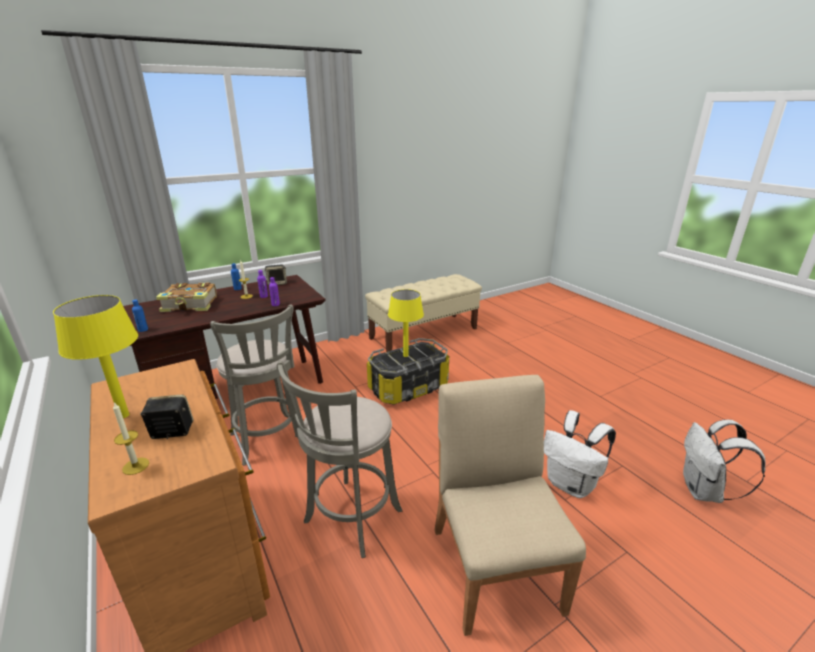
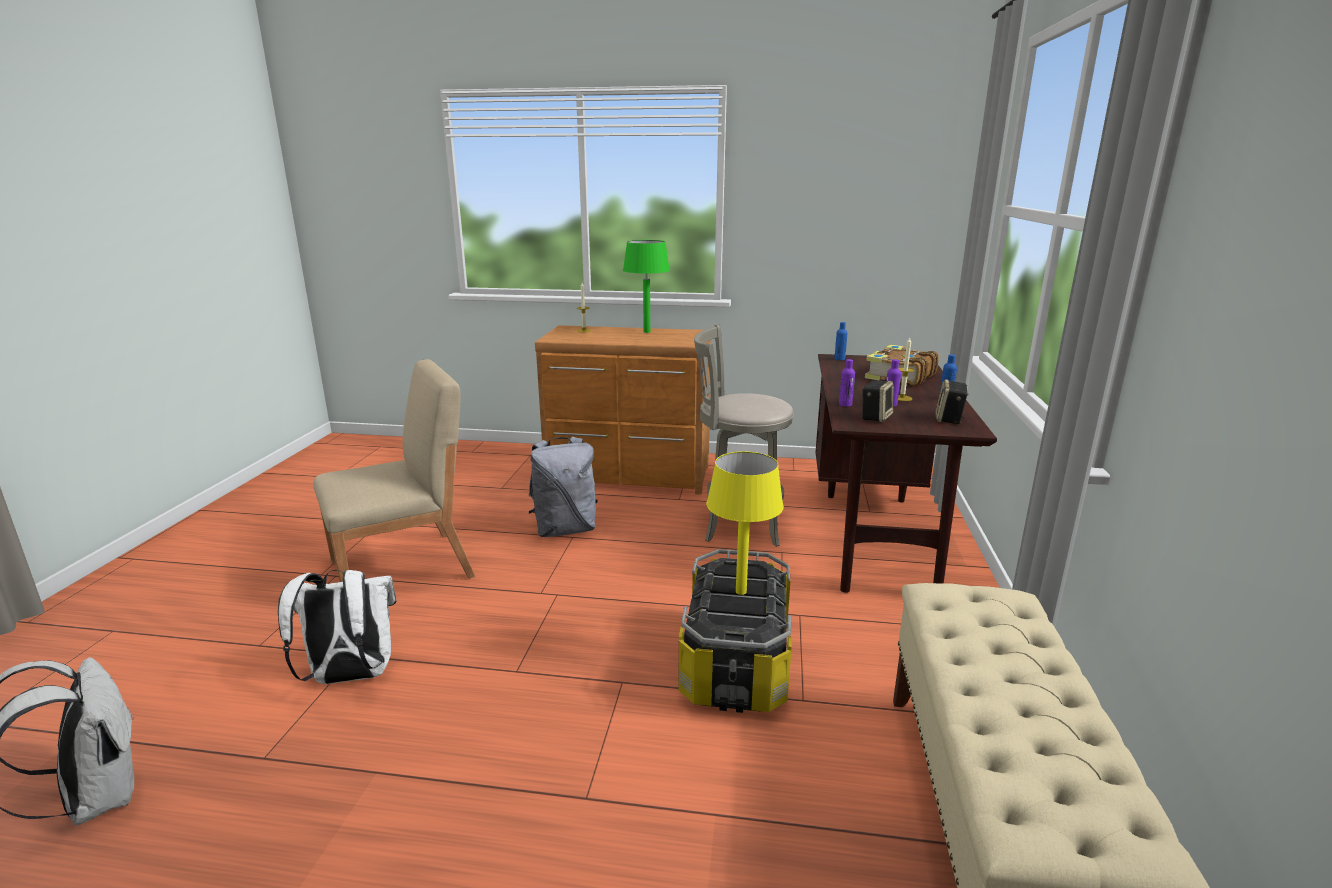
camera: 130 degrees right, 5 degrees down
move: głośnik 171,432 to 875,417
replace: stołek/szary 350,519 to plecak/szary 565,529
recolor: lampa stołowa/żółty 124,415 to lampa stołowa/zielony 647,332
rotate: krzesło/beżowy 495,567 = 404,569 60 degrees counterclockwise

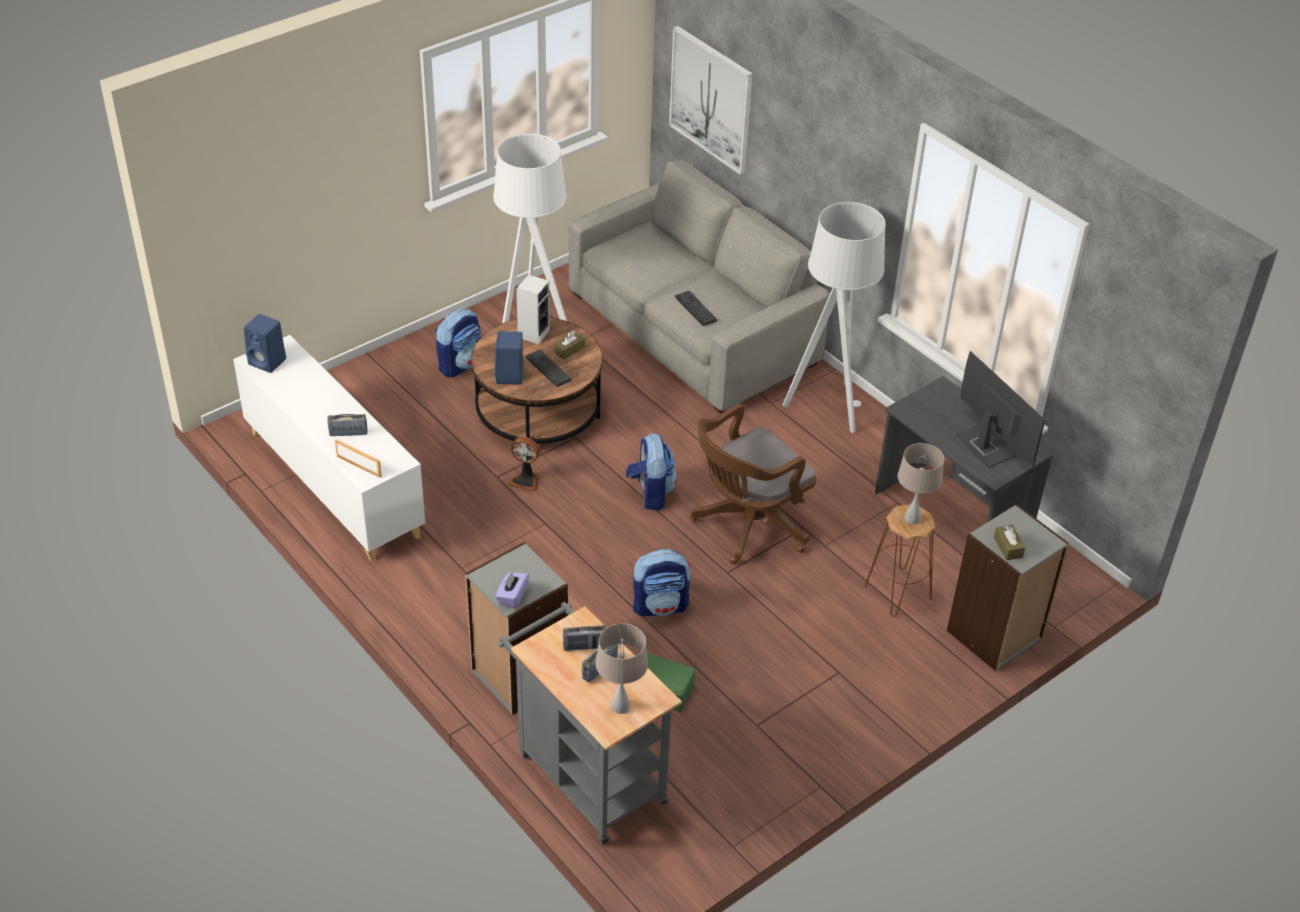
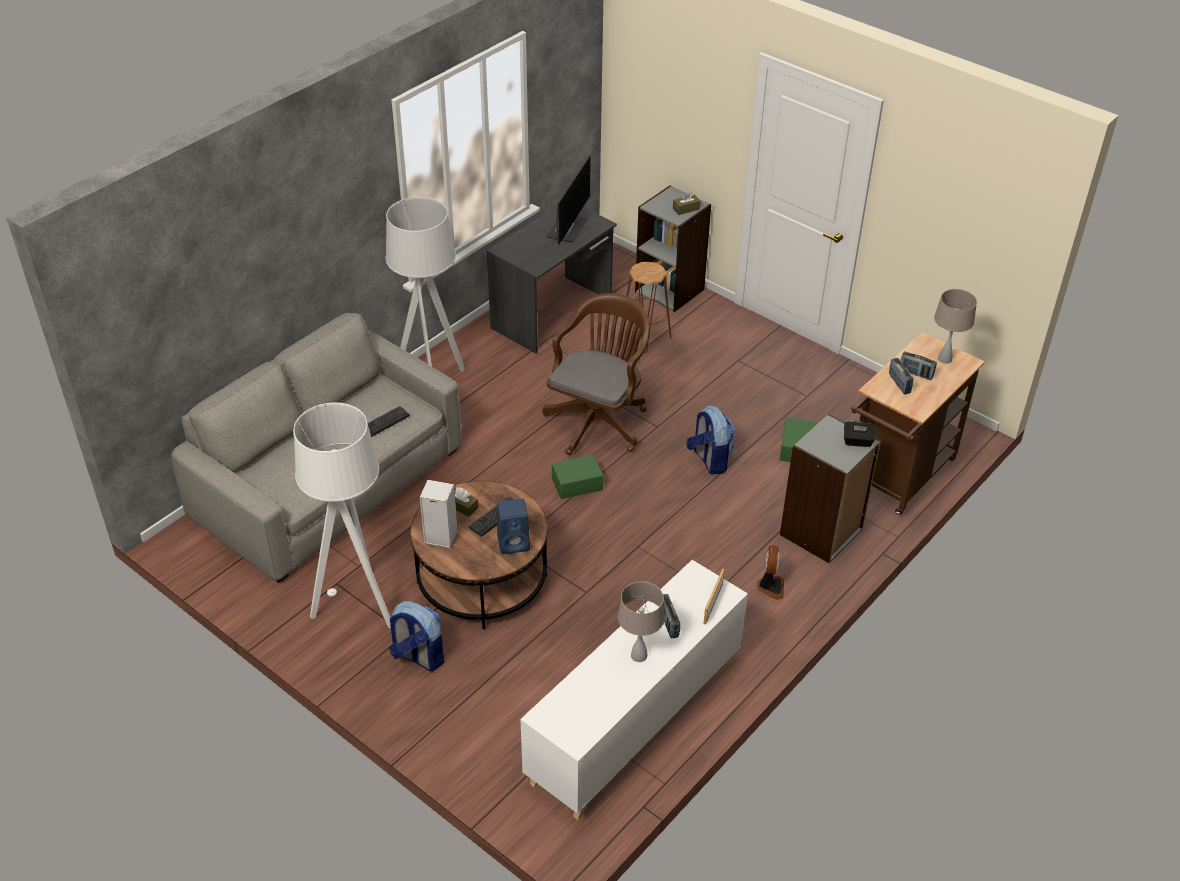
camera: 100 degrees left, 0 degrees up
delete: obraz 711,99; głośnik/niebieski 268,362
move: wentylator 525,480 to 770,587; lampa stołowa/beżowy 912,519 to 639,655
replace: plecak 651,493 to pojemnik do przechowywania/zielony 576,483
recolor: pudełko chusteczek/fioletowy 512,596 to pudełko chusteczek/czarny 857,441; wózek/szary 586,774 to wózek/brązowy 896,478
rotate: monitor 984,445 = 567,228 150 degrees clockwise; krzesło biurowe/brązowy 747,526 = 598,420 105 degrees counterclockwise

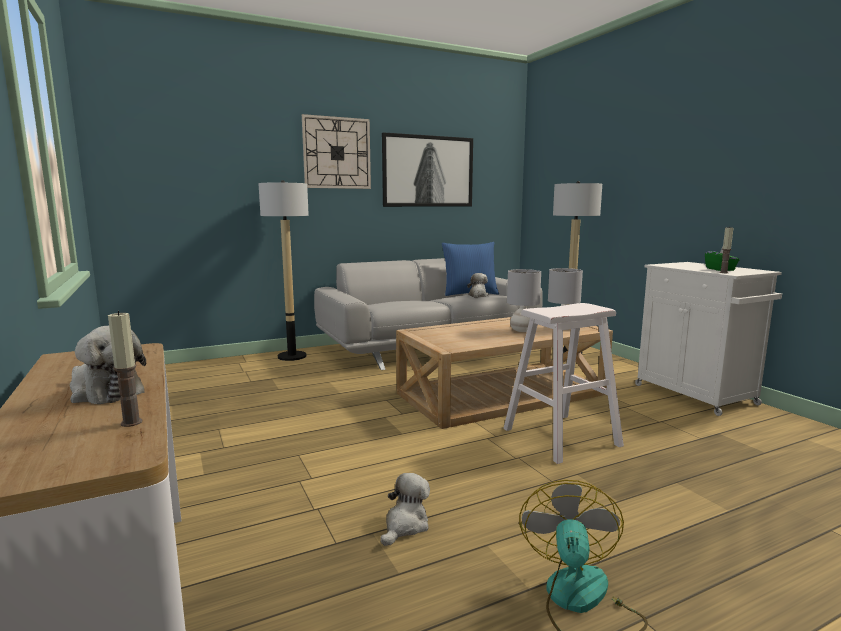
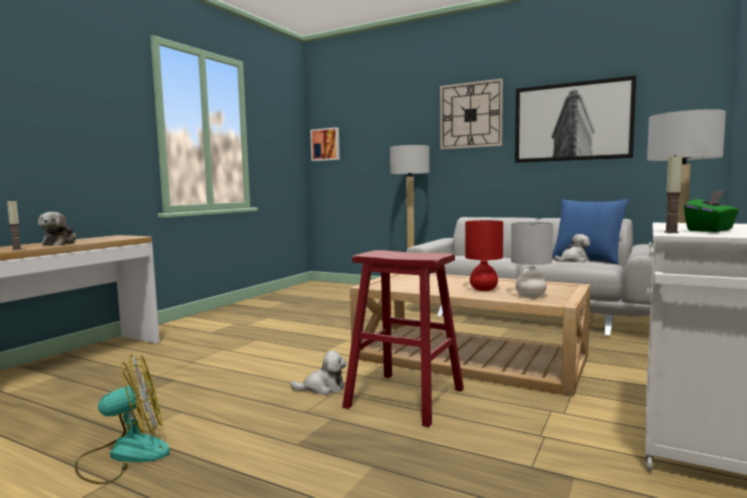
camera: 55 degrees right, 5 degrees down
insert: obraz 326,144
move: pluszak 405,525 to 323,388
recolor: lampa stołowa/szary 521,330 to lampa stołowa/czerwony 483,289; stołek/biały 561,437 to stołek/czerwony 405,398

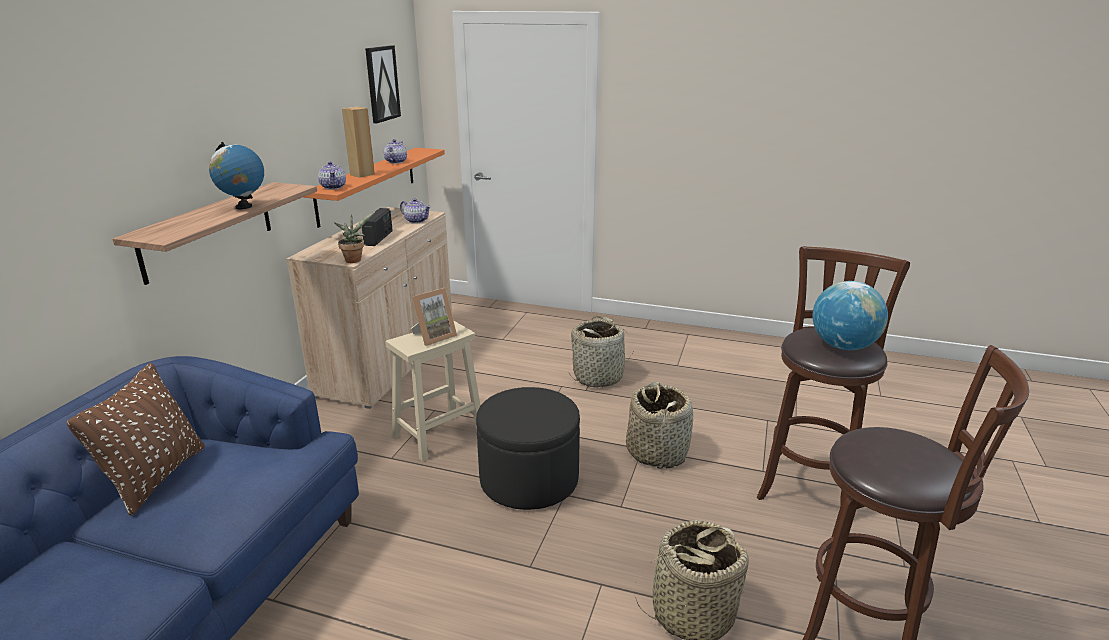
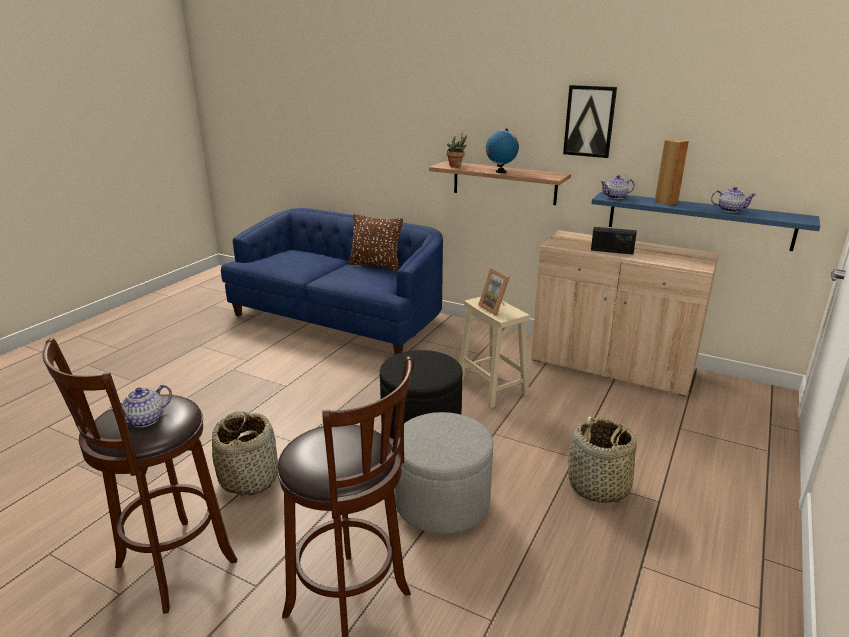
camera: 100 degrees right, 0 degrees up
delete: globus 843,346
move: obraz 382,83 to 589,121; imbryk 416,221 to 146,420; roślina doniczkowa 355,259 to 456,166
replace: koszyk 657,452 to pufa/szary 442,502
recolor: półka/pomarańczowy 367,184 to półka/niebieski 698,220

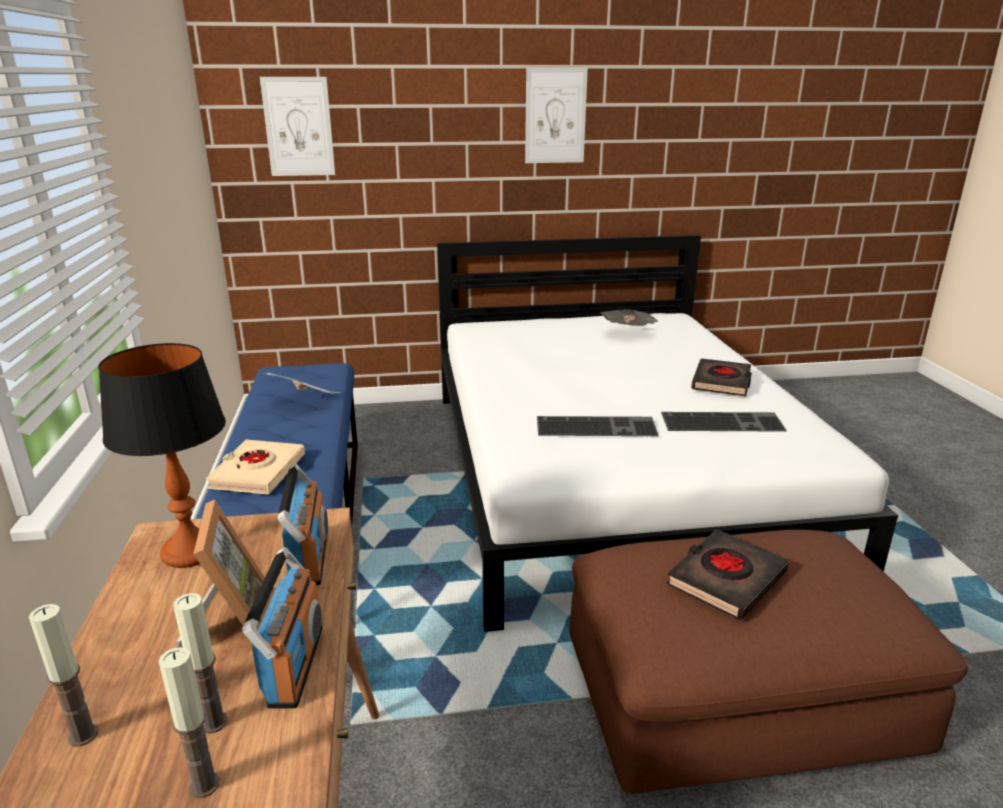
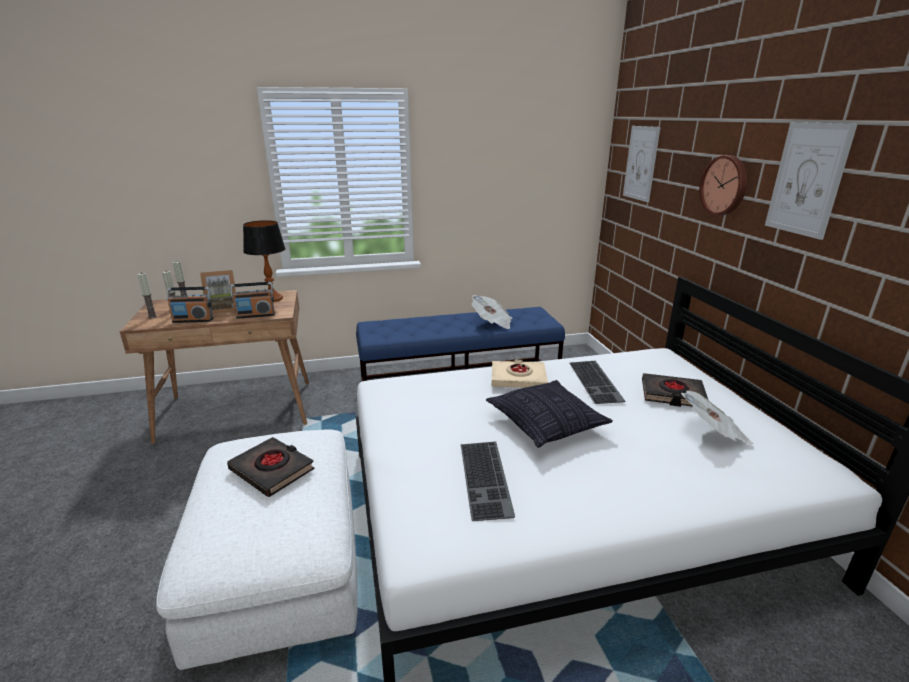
camera: 85 degrees right, 0 degrees up
insert: zegar ścienny 725,185; poduszka 546,424
move: książka/czarny 722,382 to 672,394; klawiatura 597,426 to 596,381; książka/beżowy 257,472 to 518,378
recolor: pufa/brązowy 735,696 to pufa/biały 280,561

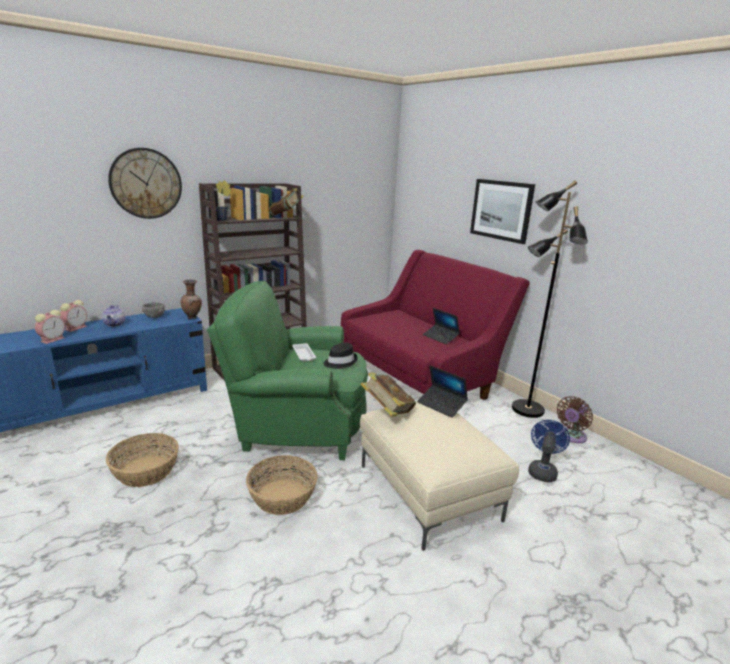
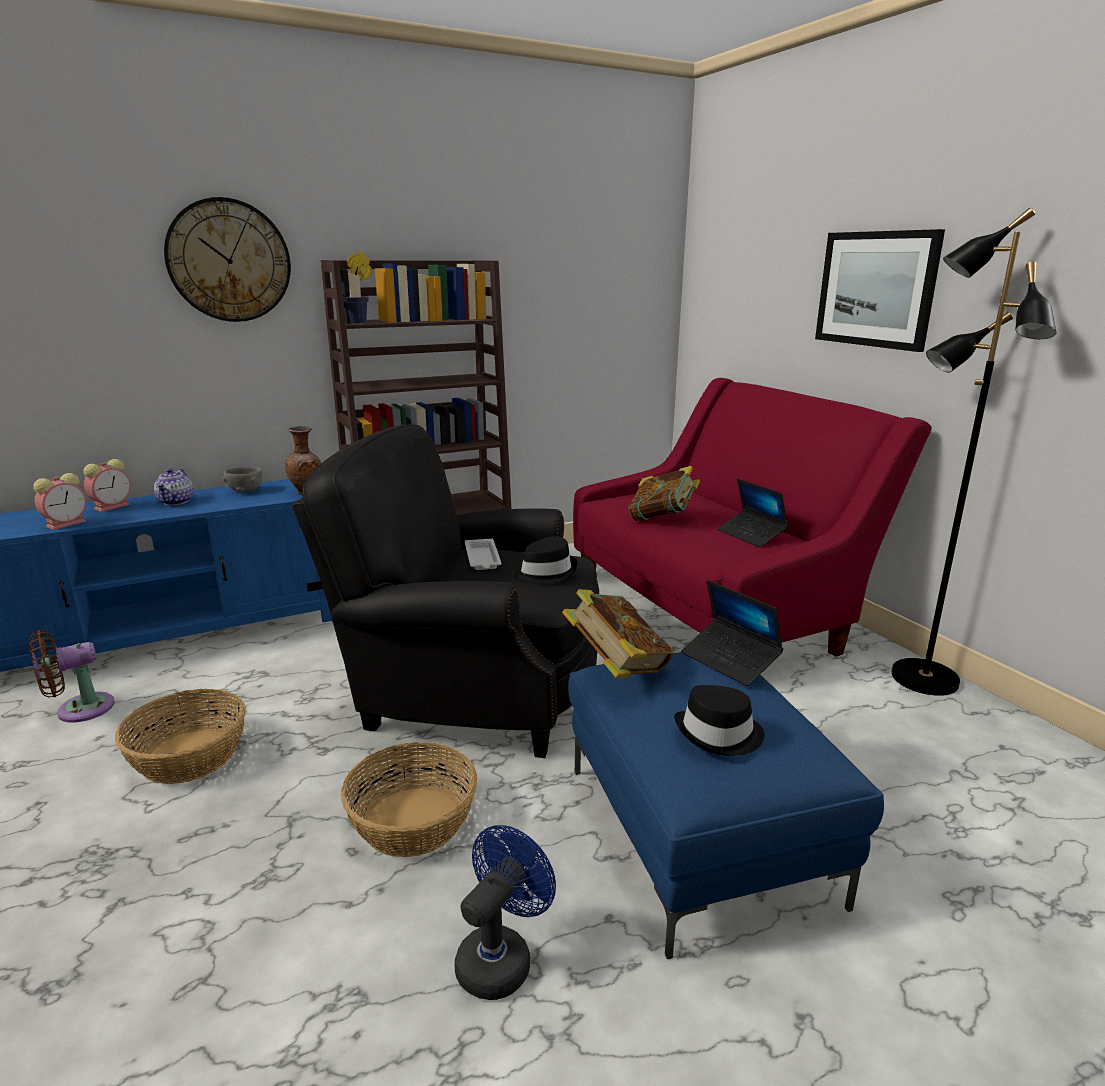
camera: 10 degrees right, 0 degrees up
insert: kapelusz/czarny 719,734
move: książka 284,217 to 662,519; wentylator/brązowy 571,437 to 79,710; wentylator/niebieski 542,471 to 500,957
recolor: fotel/zielony 295,426 to fotel/czarny 469,689; pufa/beżowy 429,492 to pufa/niebieski 701,834

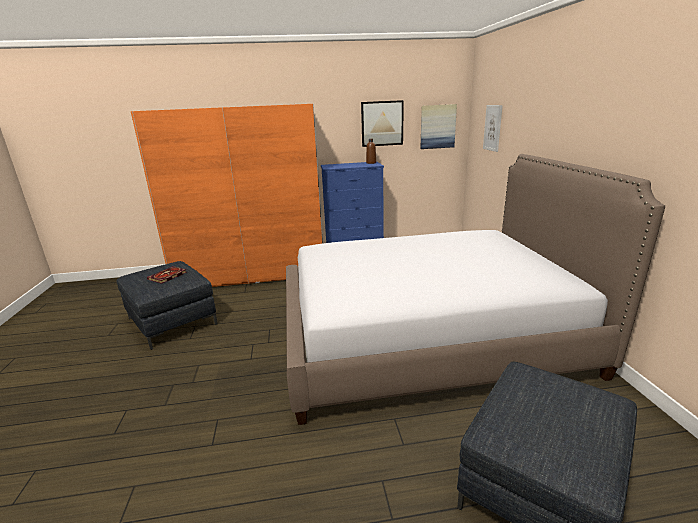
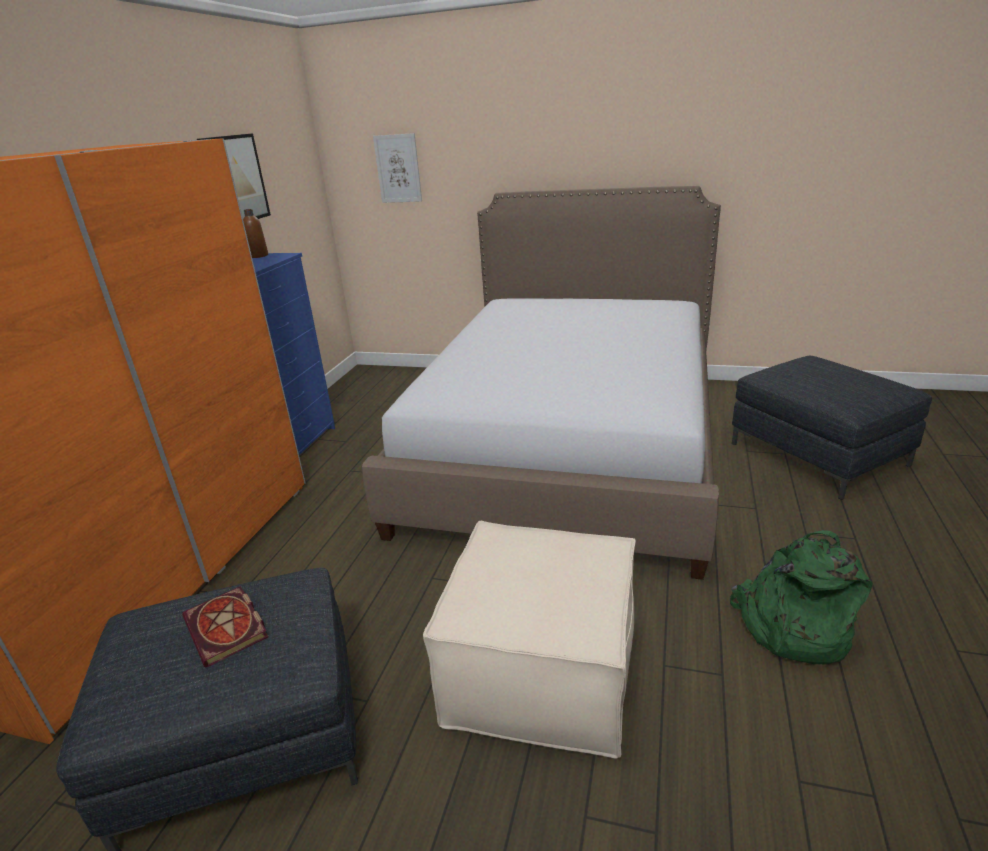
camera: 65 degrees left, 5 degrees up
delete: obraz 437,126
insert: pufa/beżowy 542,669; plecak/zielony 791,626

